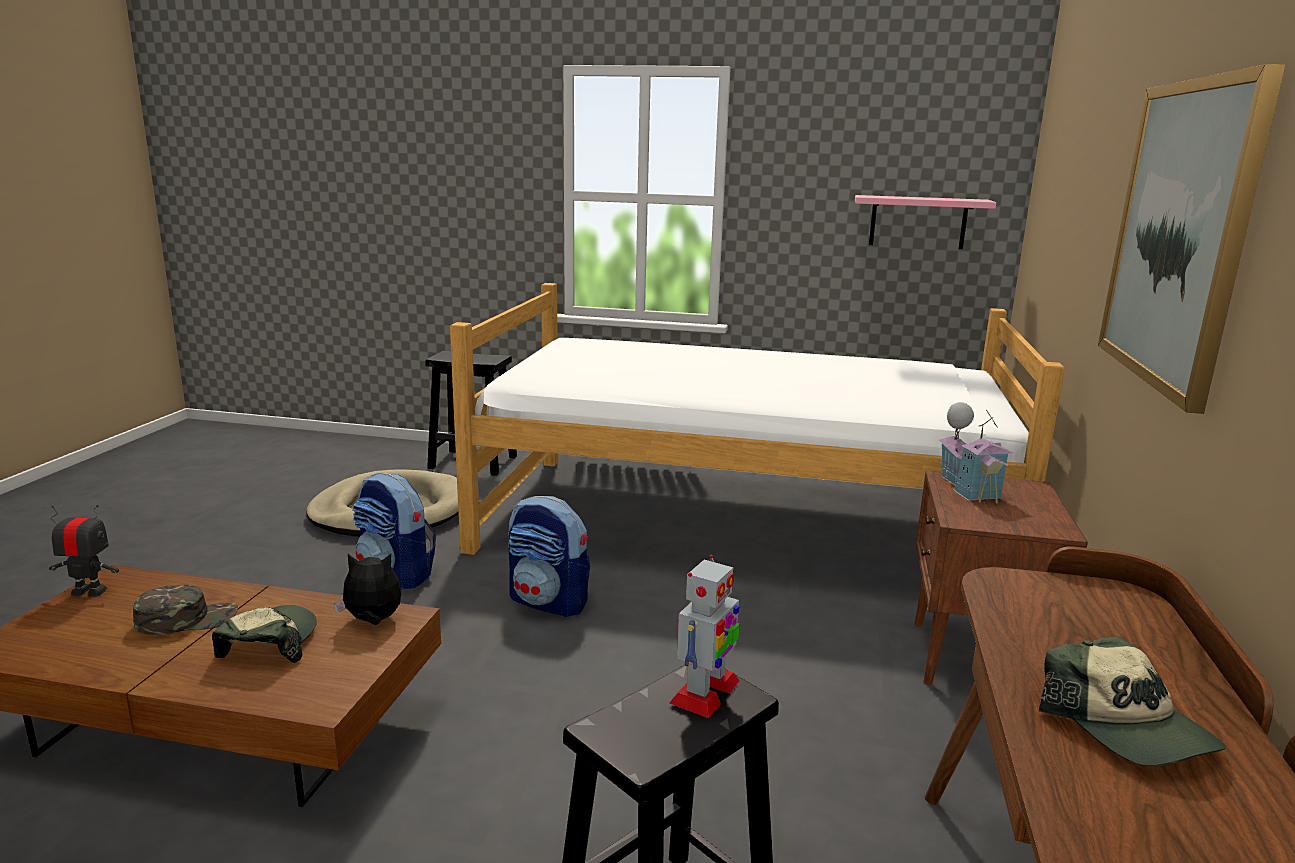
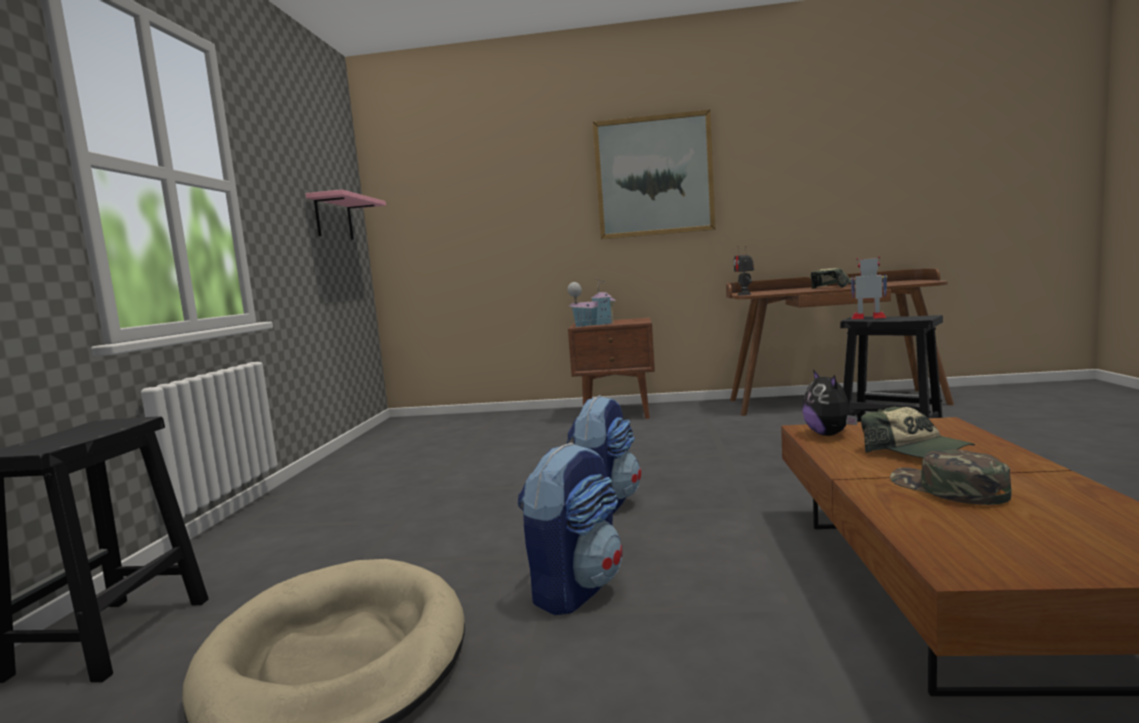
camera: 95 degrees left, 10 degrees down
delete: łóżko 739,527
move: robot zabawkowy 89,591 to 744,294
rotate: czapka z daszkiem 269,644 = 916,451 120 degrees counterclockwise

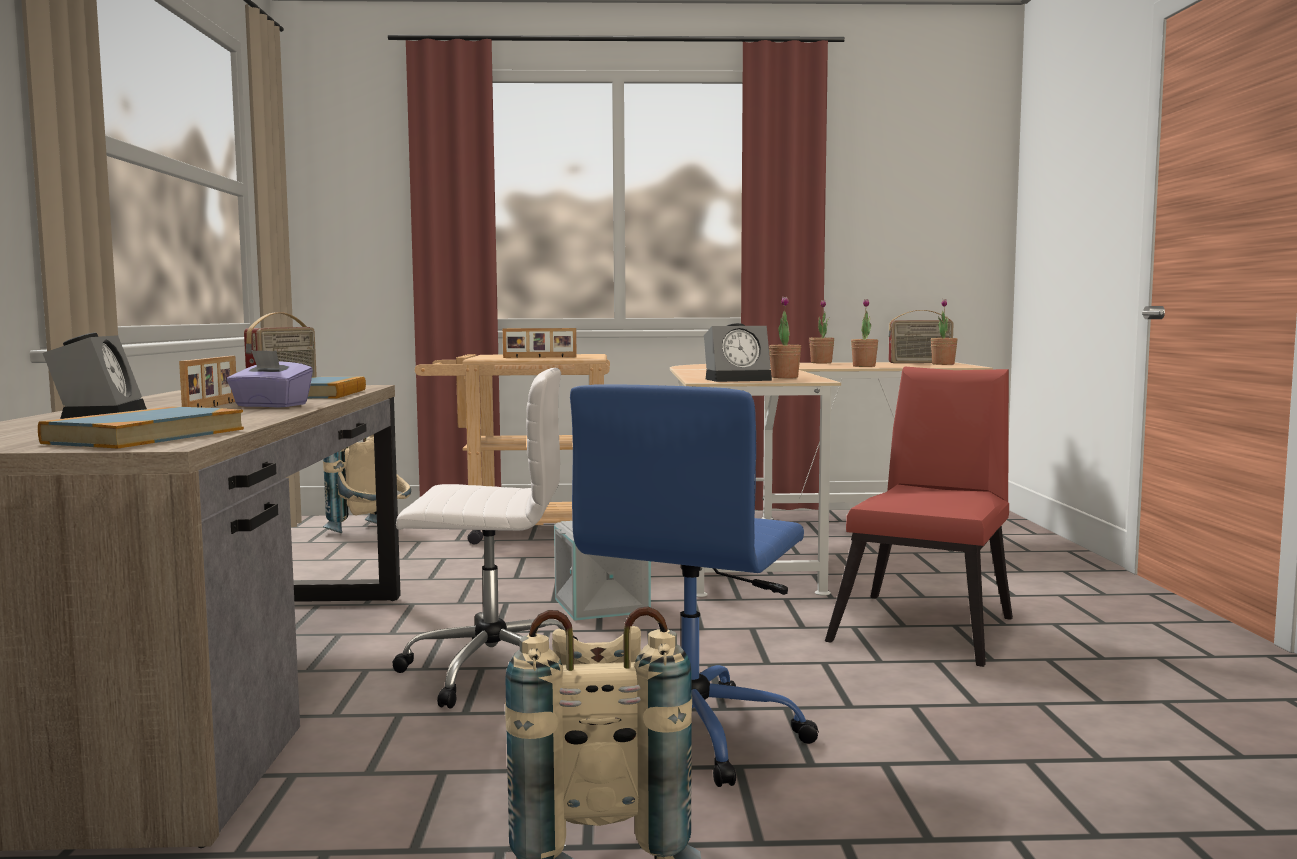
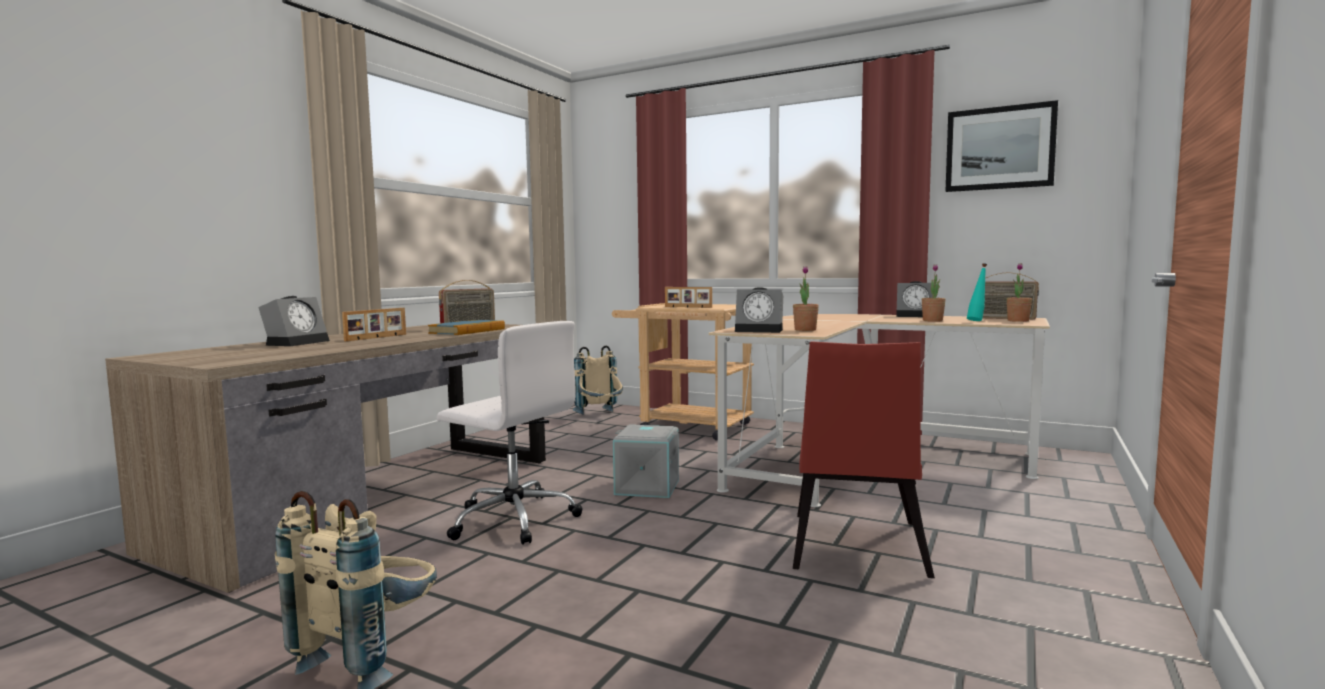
camera: 30 degrees right, 0 degrees up
delete: pudełko chusteczek/fioletowy 271,405; krzesło biurowe/niebieski 692,733; książka 146,436
insert: obraz 999,148; butelka/turkusowy 977,321
replace: roślina doniczkowa 821,363 to budzik 916,316
rotate: krzesło/czerwony 929,626 = 855,549 135 degrees clockwise

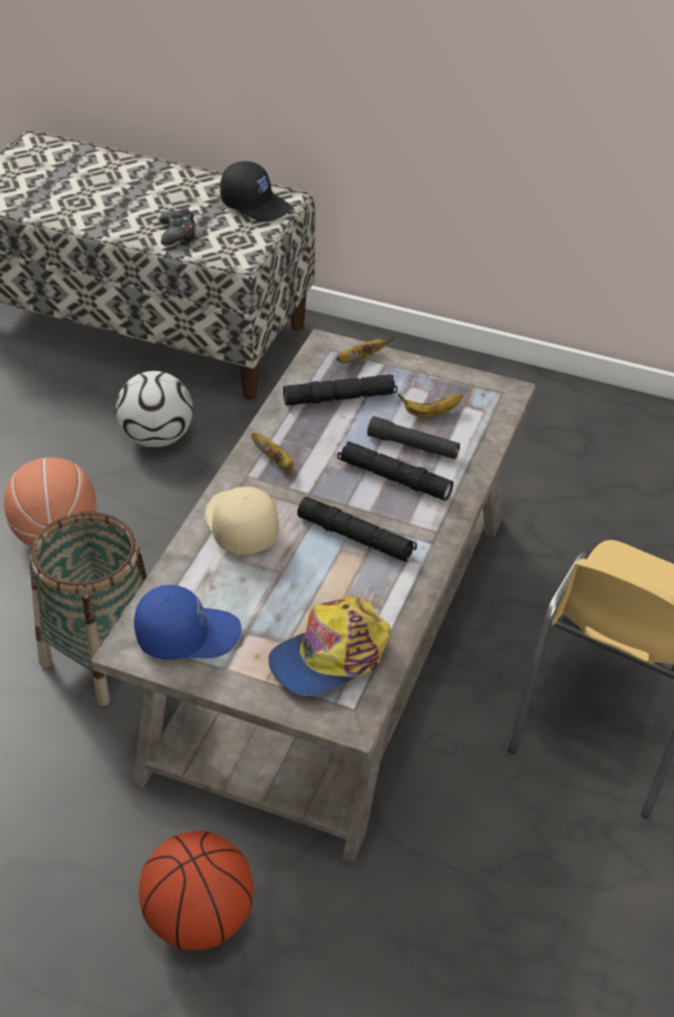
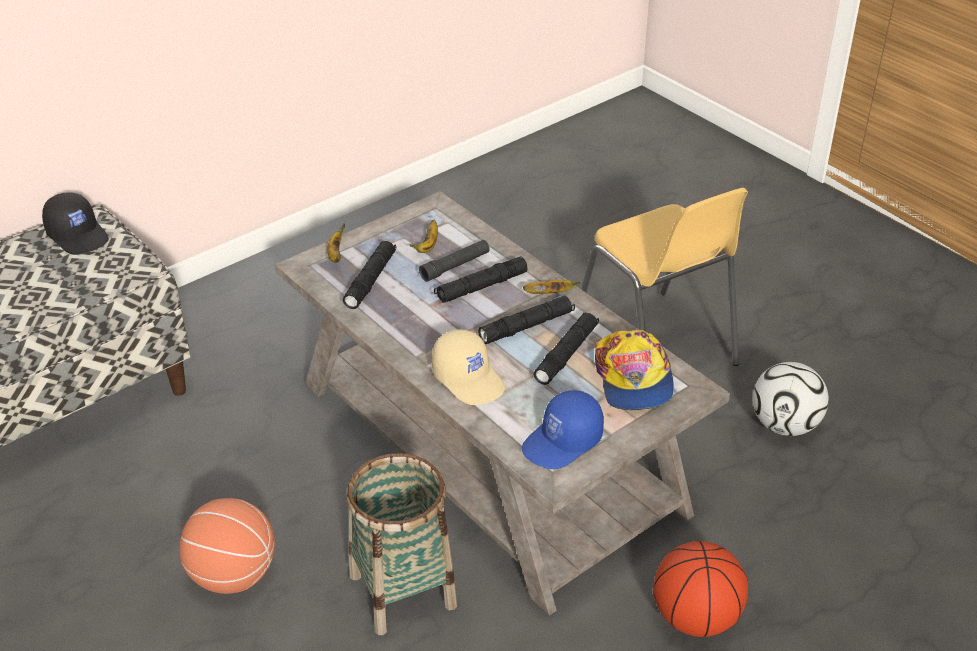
camera: 60 degrees left, 5 degrees down
delete: pad do gier/czarny 178,233
insert: latarka/czarny 566,354
move: piłka futbolowa 157,438 to 785,425; banan 275,461 to 550,293
rotate: czapka z daszkiem/czarny 256,204 = 78,235 75 degrees clockwise; czapka z daszkiem/beżowy 239,526 = 469,379 135 degrees counterclockwise; czapka z daszkiem/niebieski 188,634 = 563,442 150 degrees counterclockwise

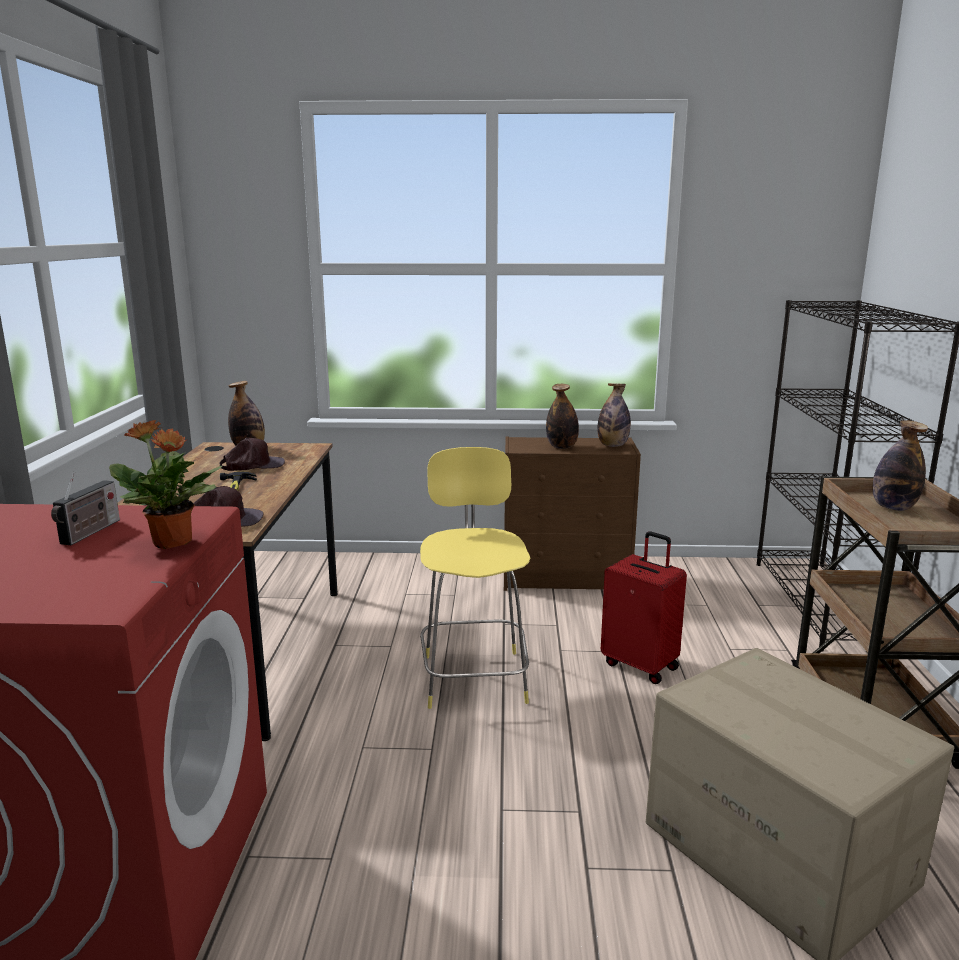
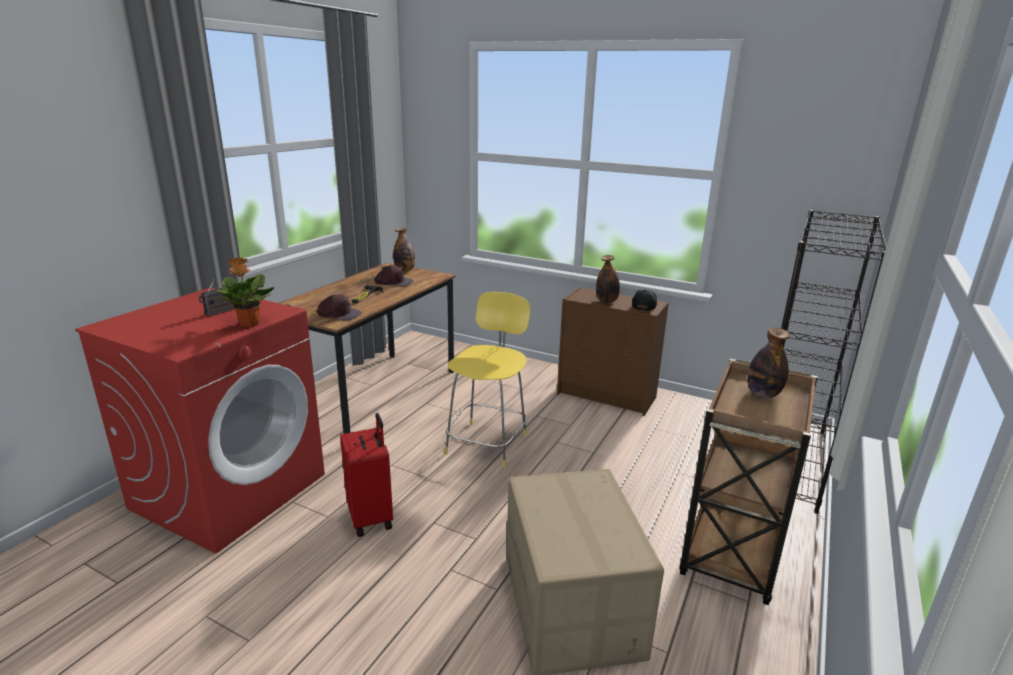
camera: 25 degrees right, 5 degrees up
move: walizka/czerwony 641,665 to 371,517
replace: butelka 612,445 to czapka z daszkiem/czarny 644,306

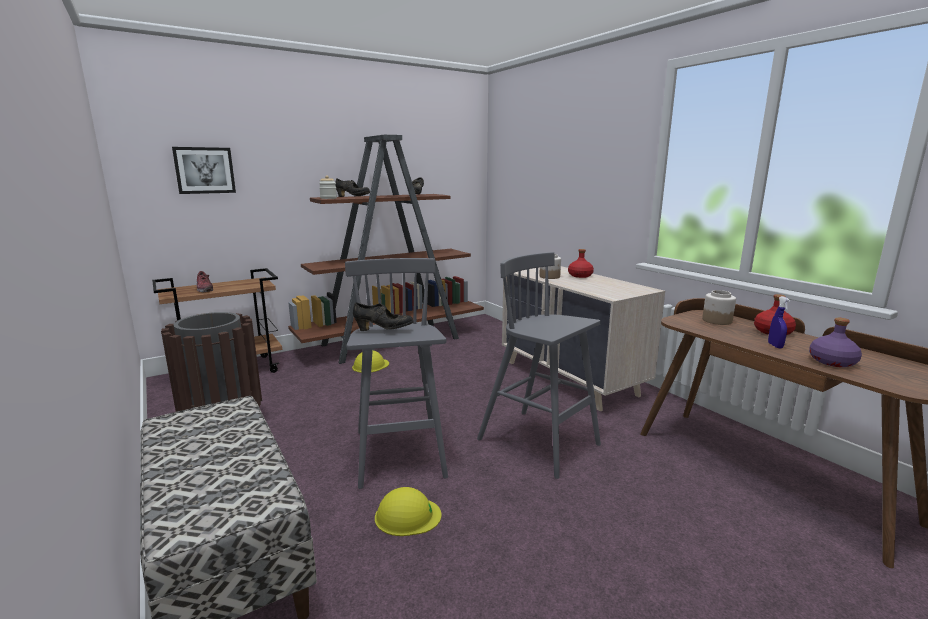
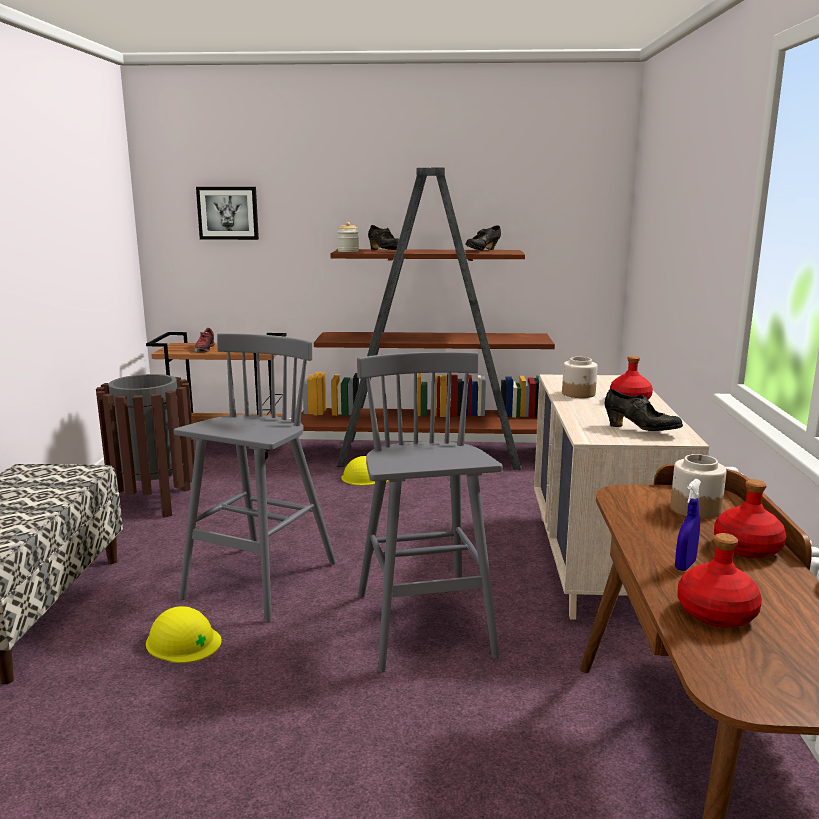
camera: 35 degrees right, 0 degrees up
move: but/czarny 383,330 to 640,430
recolor: butelka/fioletowy 831,361 to butelka/czerwony 715,613

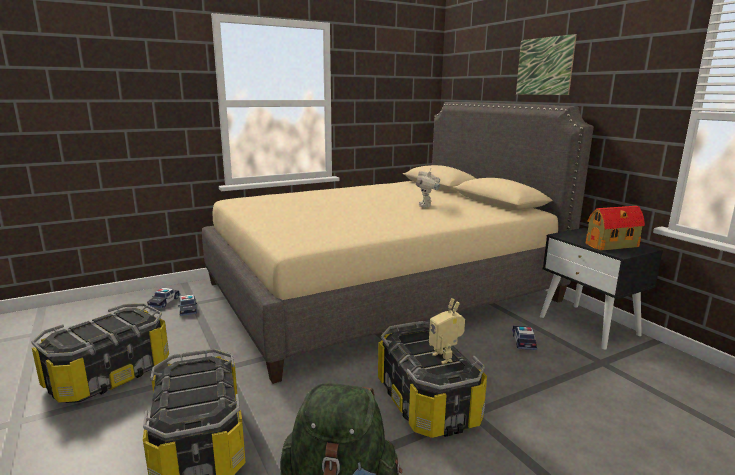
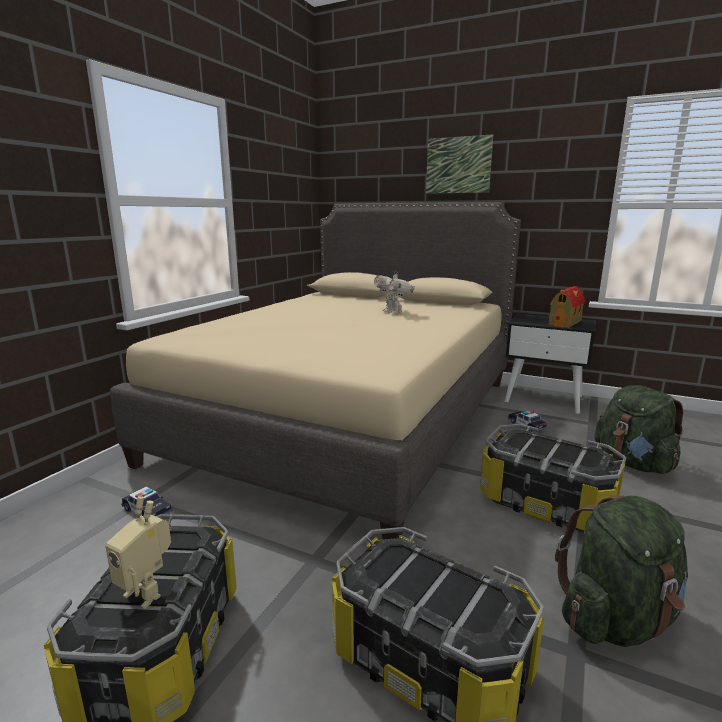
camera: 35 degrees left, 0 degrees up
delete: samochodzik 164,302
insert: plecak/zielony 633,463
move: robot zabawkowy 445,357 to 147,592

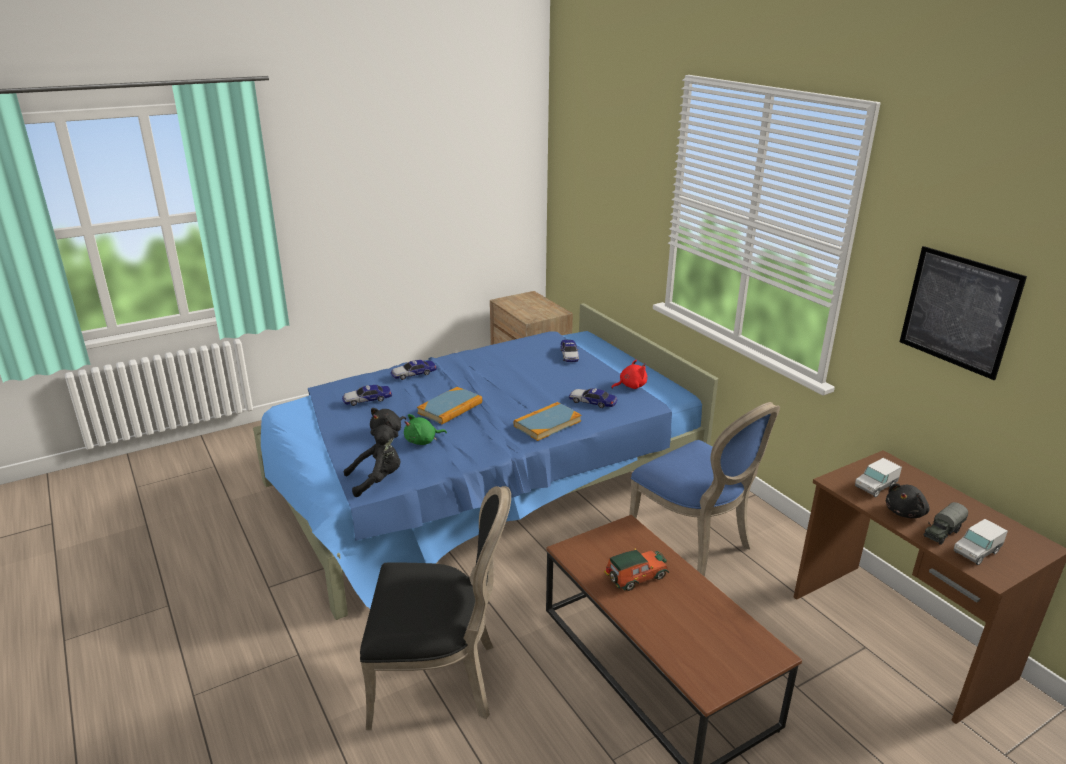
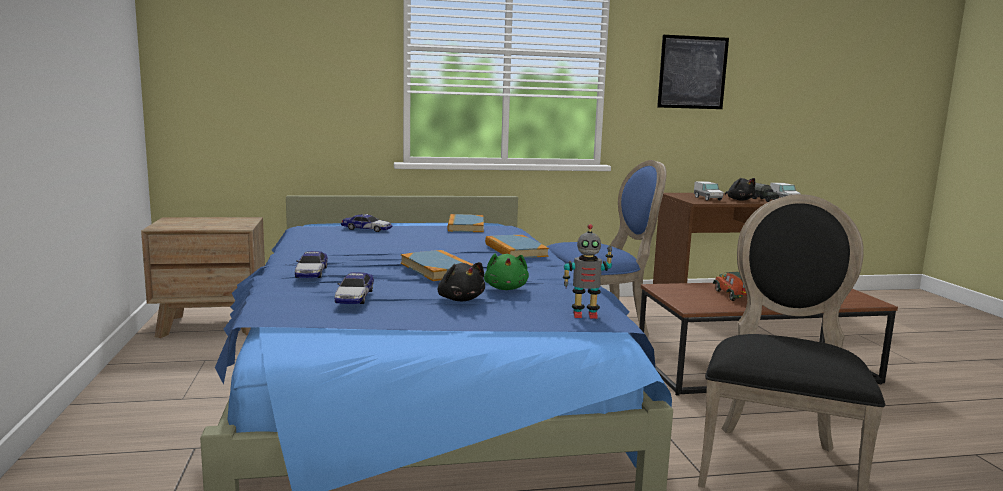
camera: 70 degrees left, 15 degrees down
delete: samochodzik 592,402
replace: pluszak/czerwony 630,386 to książka 465,226; pluszak/czarny 377,480 to robot zabawkowy 585,315

